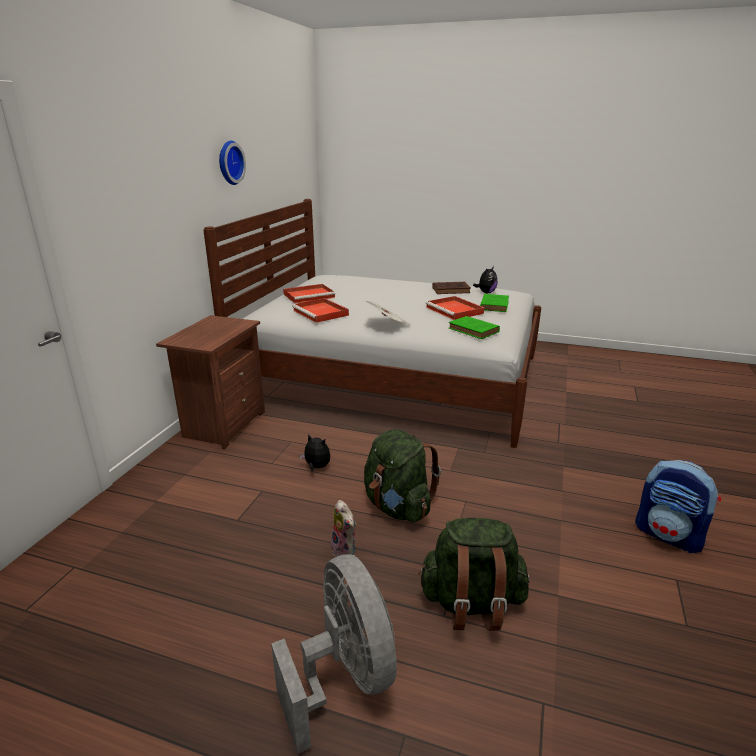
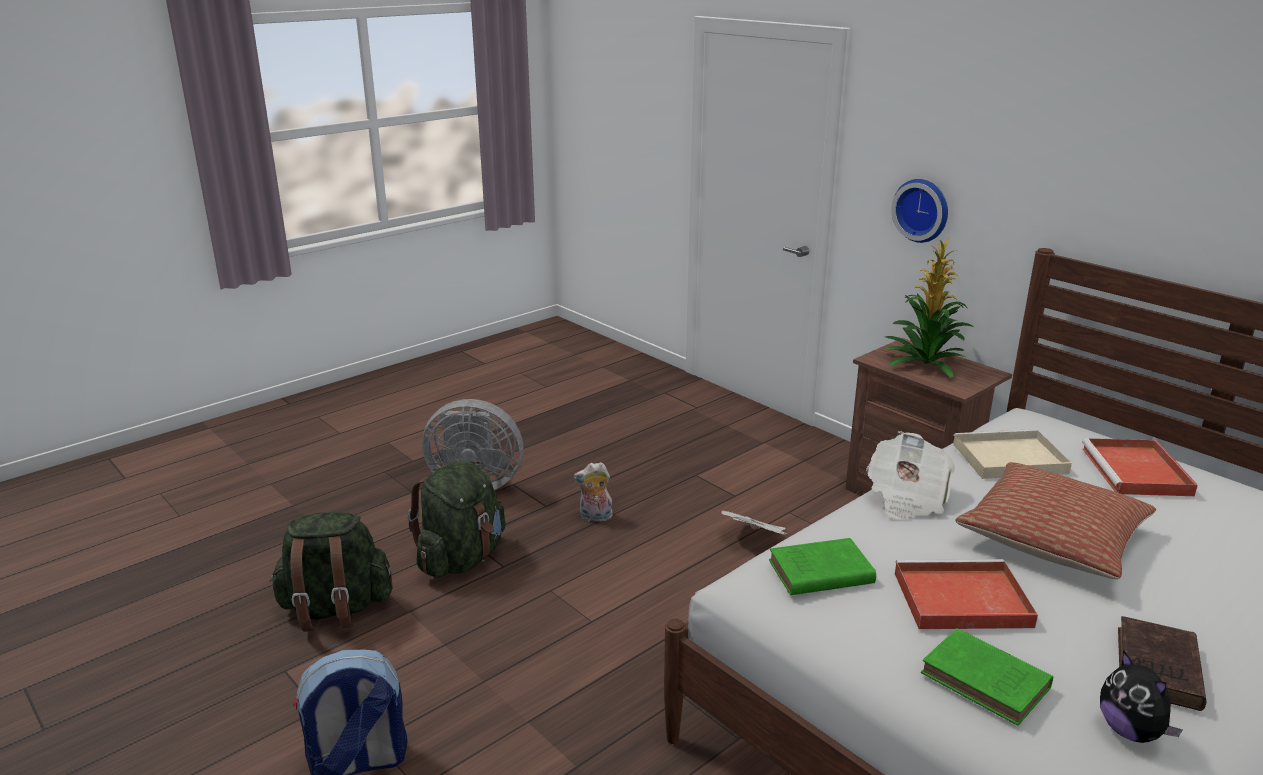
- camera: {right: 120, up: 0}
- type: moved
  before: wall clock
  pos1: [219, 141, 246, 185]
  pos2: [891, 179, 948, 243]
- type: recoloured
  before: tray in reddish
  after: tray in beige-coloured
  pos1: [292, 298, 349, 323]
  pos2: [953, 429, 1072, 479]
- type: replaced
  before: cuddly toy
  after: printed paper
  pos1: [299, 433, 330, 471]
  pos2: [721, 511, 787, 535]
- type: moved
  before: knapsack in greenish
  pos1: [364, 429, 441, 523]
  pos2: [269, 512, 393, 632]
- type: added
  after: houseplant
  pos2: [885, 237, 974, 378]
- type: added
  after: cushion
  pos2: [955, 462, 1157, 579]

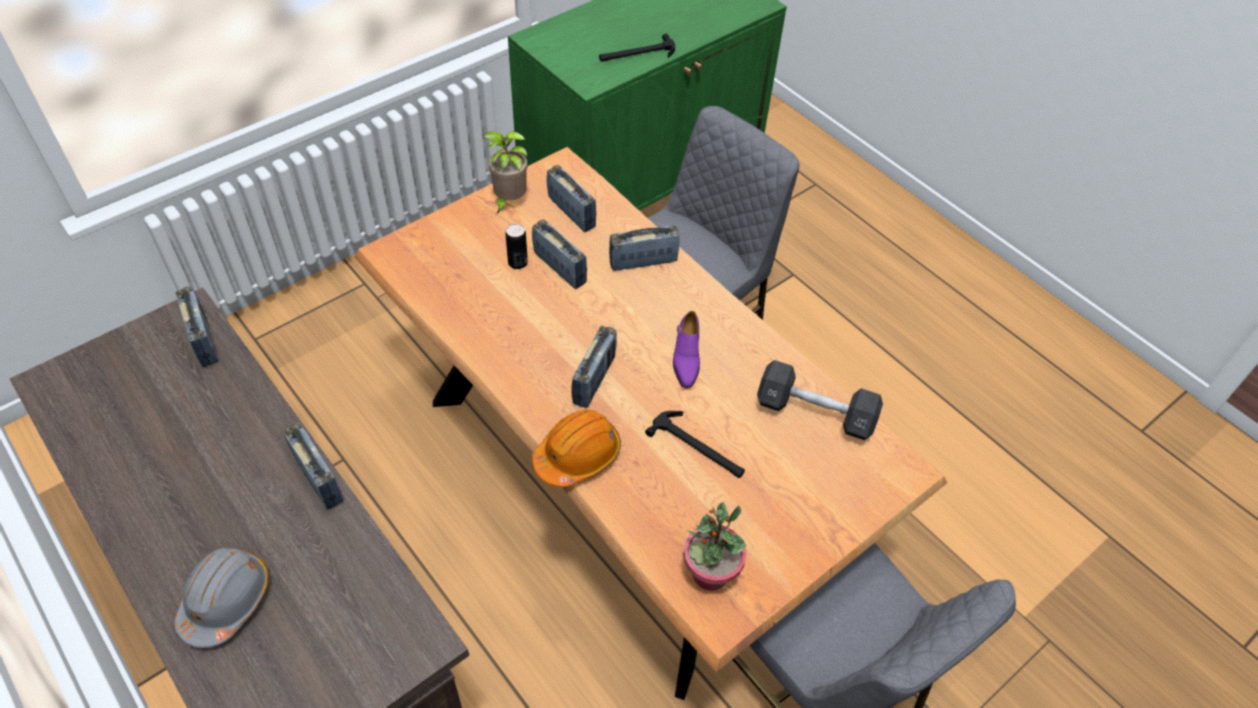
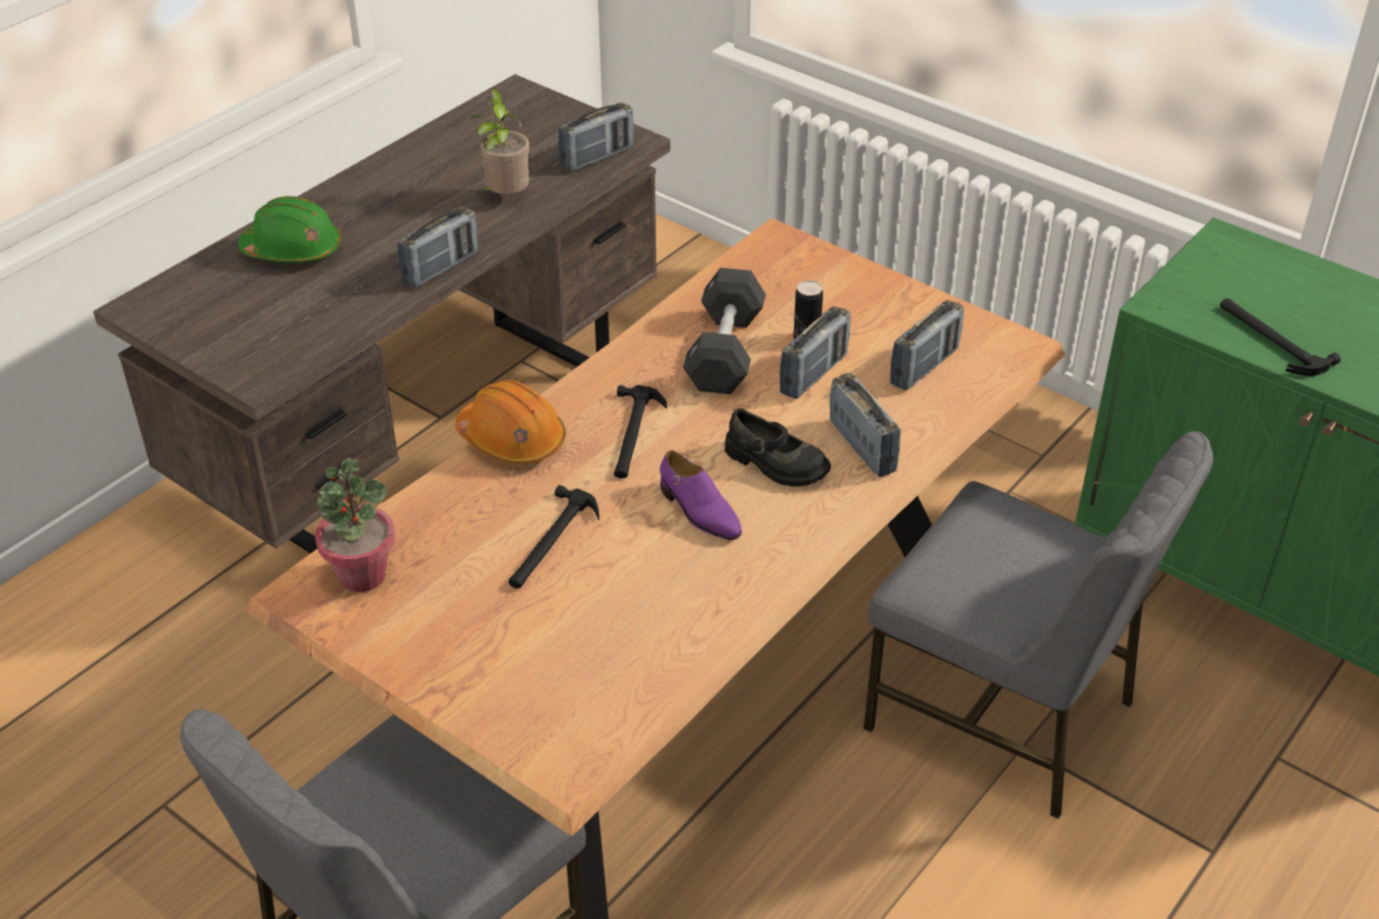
- camera: {right: 80, up: -10}
- type: recoloured
  before: work helmet in gray
  after: work helmet in greenish
  pos1: [175, 548, 269, 648]
  pos2: [238, 196, 341, 263]
- type: moved
  before: houseplant
  pos1: [482, 131, 527, 213]
  pos2: [471, 89, 529, 194]
- type: replaced
  before: radio
  after: hammer
  pos1: [571, 326, 617, 408]
  pos2: [614, 385, 667, 478]
- type: turned
  before: shoe in purple-coloured
  pos1: [673, 311, 700, 388]
  pos2: [660, 450, 742, 540]
  turn: -120
- type: moved
  before: dumbbell in blackish
  pos1: [757, 360, 883, 440]
  pos2: [683, 268, 766, 394]
- type: added
  after: shoe in blackish
  pos2: [725, 408, 831, 487]

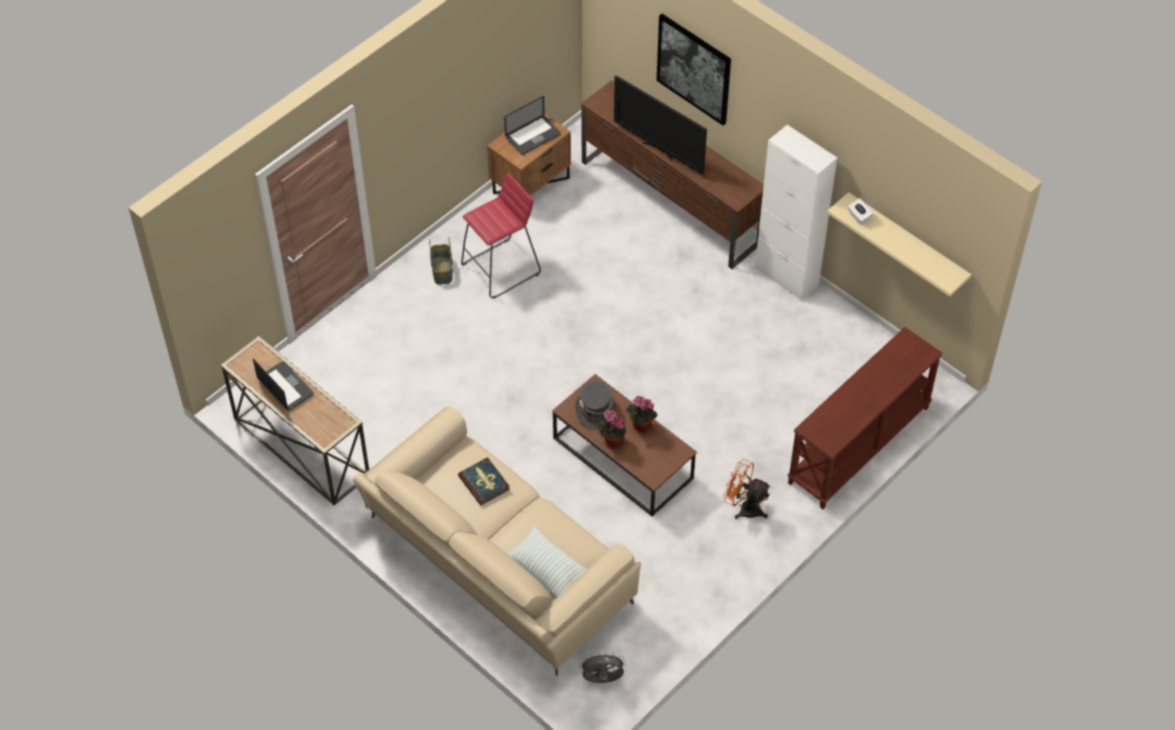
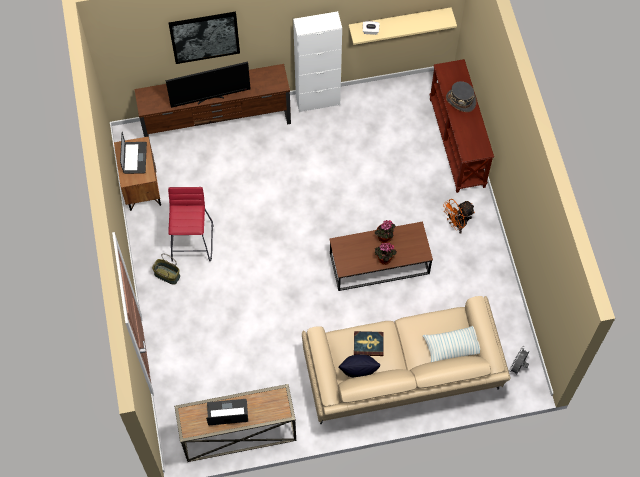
- camera: {right: -55, up: 10}
- type: moved
  before: hat in gray
  pos1: [575, 381, 616, 430]
  pos2: [446, 81, 477, 112]
- type: added
  after: cushion in blackish
  pos2: [339, 354, 380, 377]

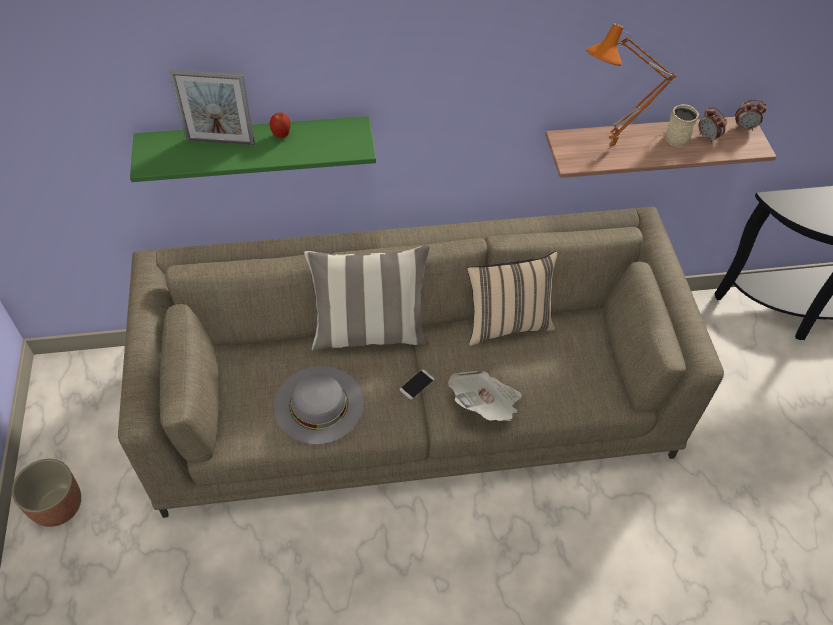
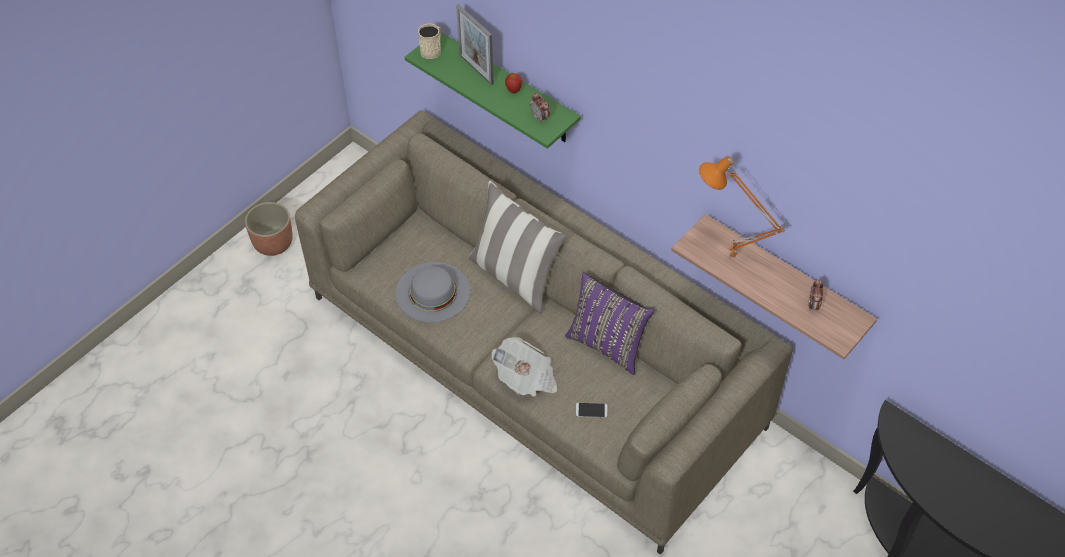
- camera: {right: 50, up: 0}
- type: moved
  before: telephone
  pos1: [400, 369, 435, 400]
  pos2: [576, 403, 608, 418]
- type: recoloured
  before: cushion in beige-coloured
  after: cushion in purple-coloured
  pos1: [467, 252, 557, 346]
  pos2: [565, 272, 655, 375]
- type: moved
  before: mug in beige-coloured
  pos1: [665, 104, 699, 147]
  pos2: [418, 23, 441, 59]
- type: moved
  before: alarm clock
  pos1: [735, 100, 767, 131]
  pos2: [530, 93, 550, 123]

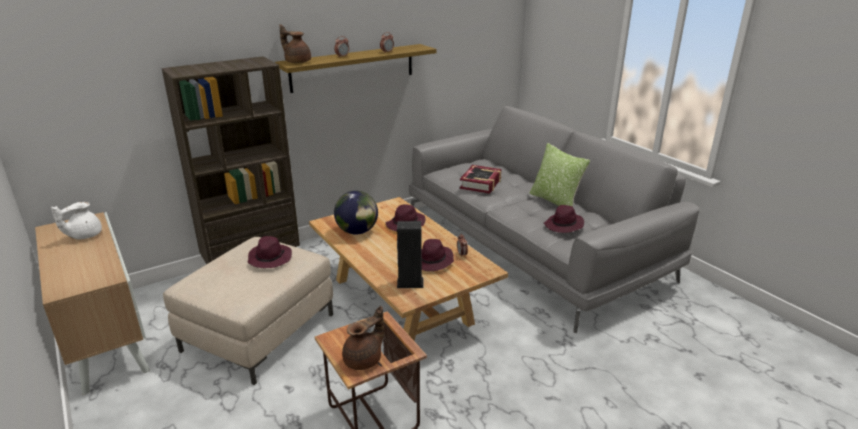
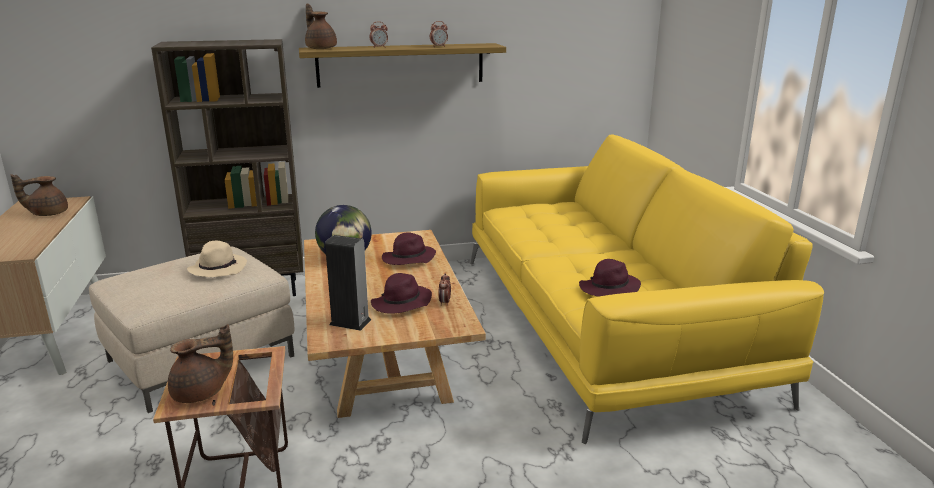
- camera: {right: 20, up: -5}
- type: recoloured
  before: teapot in white
  after: teapot in brown-coloured
  pos1: [51, 202, 102, 239]
  pos2: [11, 174, 68, 216]
- type: recoloured
  before: hat in purple-coloured
  after: hat in beige-coloured
  pos1: [247, 236, 292, 268]
  pos2: [187, 241, 247, 277]
- type: recoloured
  before: couch in gray
  after: couch in yellow
  pos1: [409, 106, 700, 333]
  pos2: [470, 134, 824, 444]
- type: removed
  before: bound book
  pos1: [459, 165, 502, 194]
- type: removed
  before: cushion
  pos1: [529, 143, 590, 207]

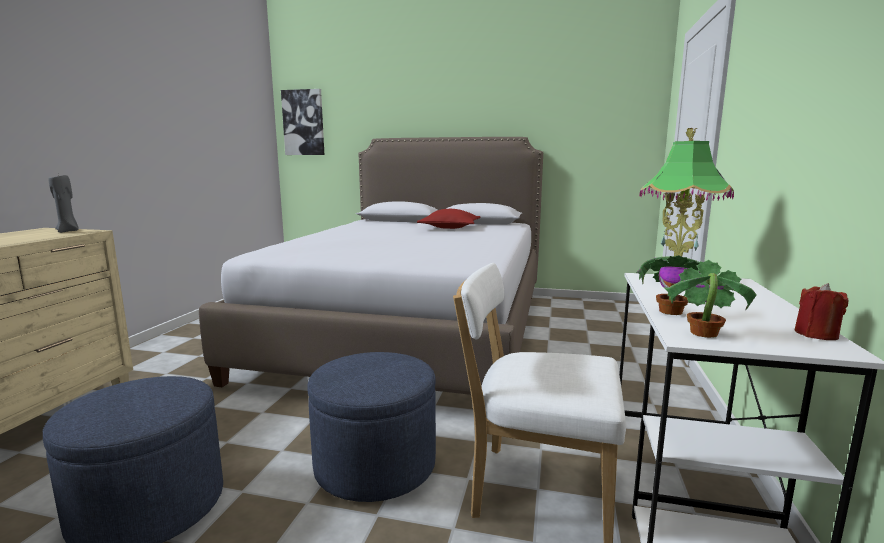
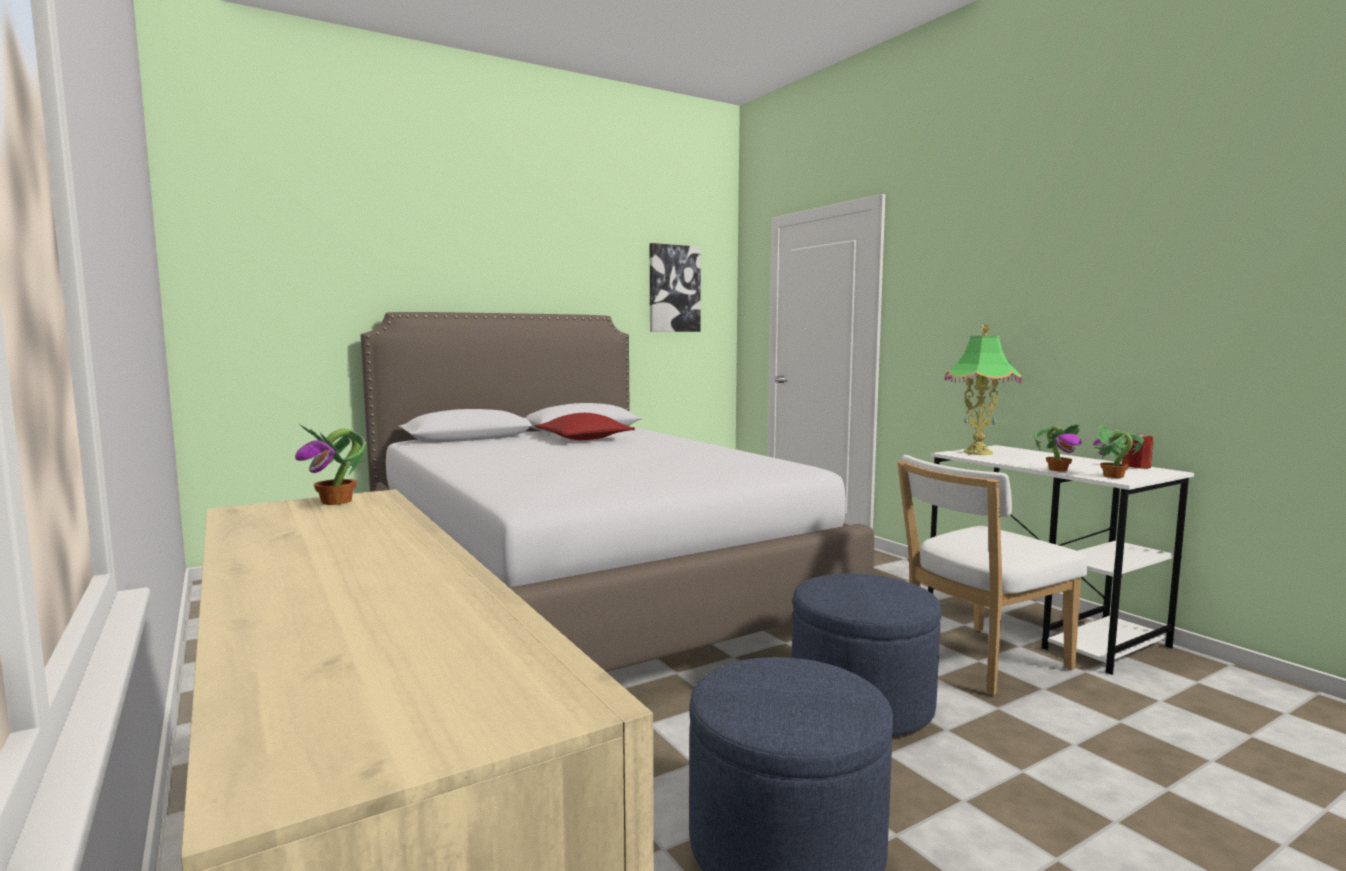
- camera: {right: -45, up: -5}
- type: replaced
  before: wax candle in gray
  after: houseplant
  pos1: [49, 175, 79, 233]
  pos2: [295, 425, 366, 505]
- type: moved
  before: picture
  pos1: [281, 89, 324, 155]
  pos2: [650, 243, 701, 332]

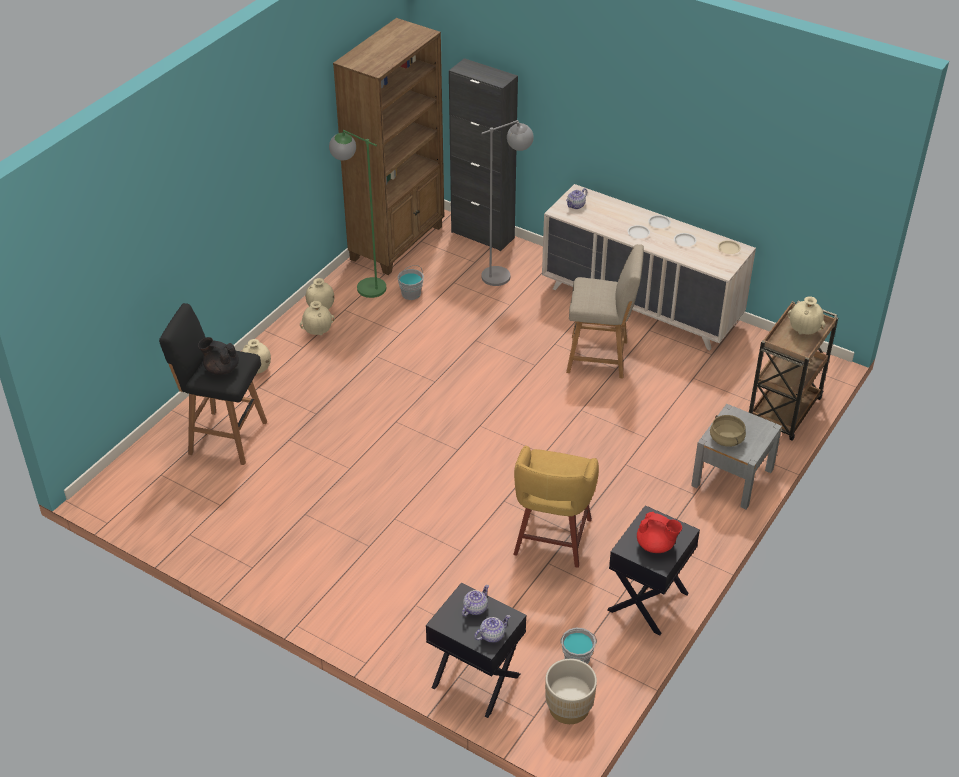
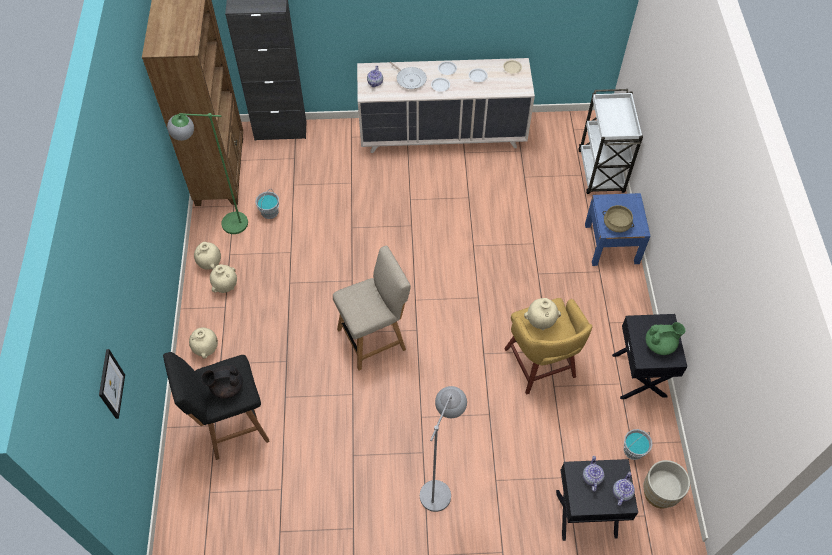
- camera: {right: -35, up: 15}
- type: moved
  before: standing lamp in gray
  pos1: [481, 120, 534, 286]
  pos2: [420, 386, 467, 512]
- type: moved
  before: plain chair in beige-coloured
  pos1: [566, 244, 644, 379]
  pos2: [333, 245, 411, 370]
- type: recoloured
  before: teapot in reddish
  after: teapot in greenish
  pos1: [637, 512, 682, 553]
  pos2: [646, 322, 685, 355]
- type: recoloured
  before: nightstand in gray
  after: nightstand in bluish
  pos1: [691, 404, 782, 509]
  pos2: [585, 193, 650, 266]
- type: recoloured
  before: cart in brown-coloured
  after: cart in white
  pos1: [749, 301, 838, 441]
  pos2: [578, 89, 643, 194]
- type: moved
  before: decorative vase in beige-coloured
  pos1: [788, 296, 825, 335]
  pos2: [524, 298, 561, 330]
- type: added
  after: picture
  pos2: [99, 349, 125, 419]
- type: added
  after: frying pan
  pos2: [389, 62, 427, 89]

